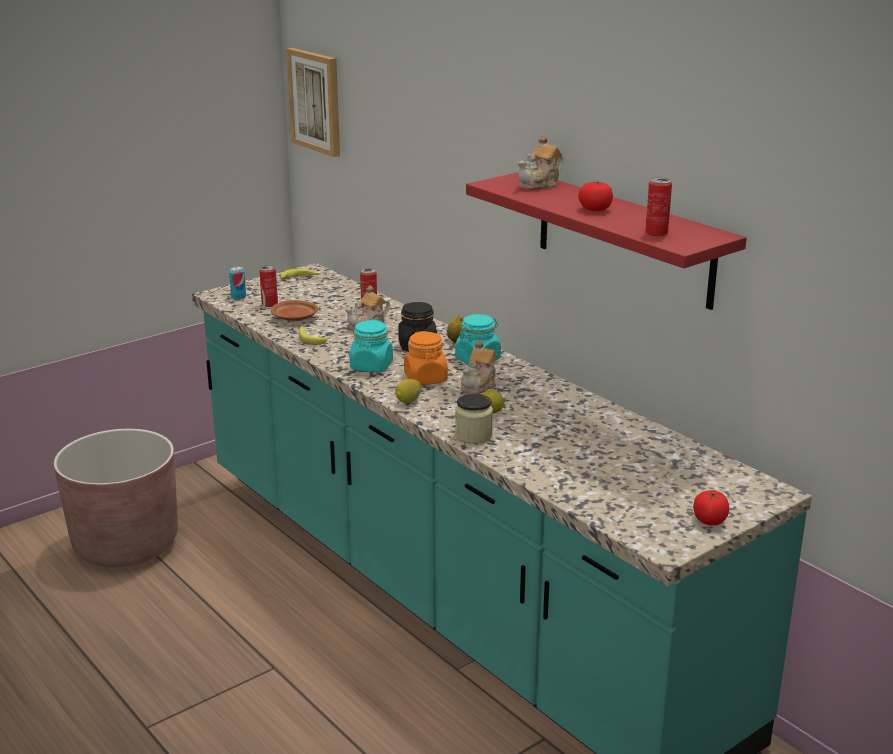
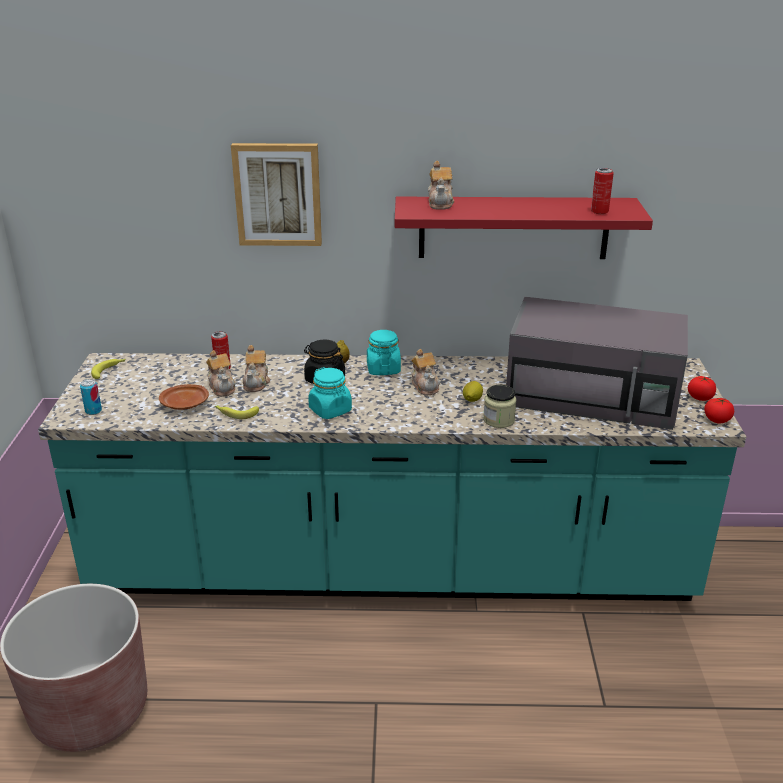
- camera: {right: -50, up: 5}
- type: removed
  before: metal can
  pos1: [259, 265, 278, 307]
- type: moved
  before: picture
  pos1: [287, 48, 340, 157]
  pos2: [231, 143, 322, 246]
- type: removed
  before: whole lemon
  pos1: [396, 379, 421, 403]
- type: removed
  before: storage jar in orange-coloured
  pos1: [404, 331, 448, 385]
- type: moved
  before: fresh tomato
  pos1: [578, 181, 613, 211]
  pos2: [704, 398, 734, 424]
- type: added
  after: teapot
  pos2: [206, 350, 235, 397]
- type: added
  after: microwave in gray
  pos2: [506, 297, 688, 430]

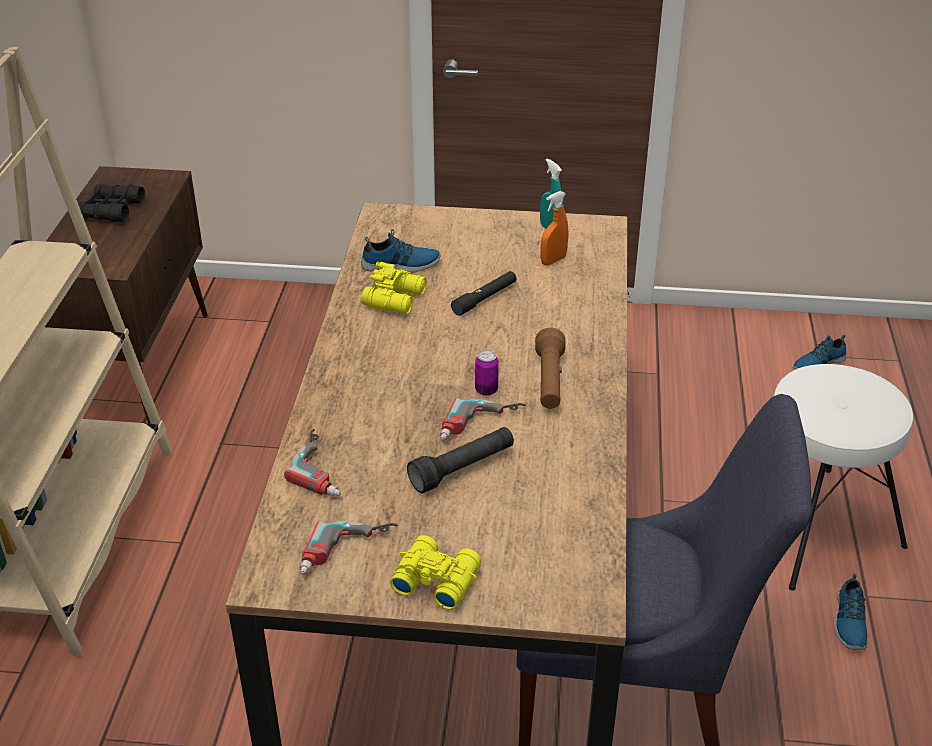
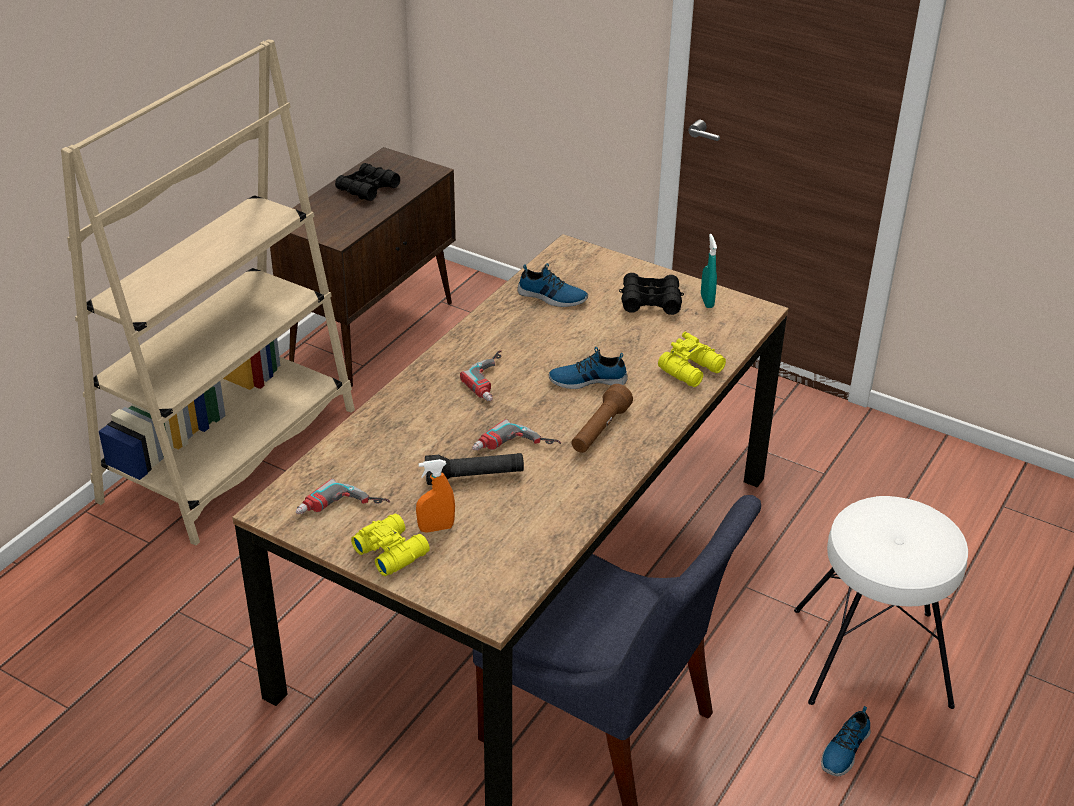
- camera: {right: 25, up: 0}
- type: moved
  before: electric drill
  pos1: [284, 429, 341, 497]
  pos2: [460, 350, 502, 401]
- type: moved
  before: binoculars in yellow
  pos1: [361, 261, 427, 314]
  pos2: [658, 332, 726, 387]
- type: removed
  before: hand torch in blackish
  pos1: [451, 271, 517, 316]
- type: removed
  before: metal can
  pos1: [475, 350, 499, 396]
- type: moved
  before: sprayer in orange-coloured
  pos1: [541, 191, 568, 266]
  pos2: [416, 459, 455, 533]
- type: moved
  before: shoe
  pos1: [793, 335, 846, 370]
  pos2: [549, 347, 628, 389]
- type: added
  after: binoculars in blackish
  pos2: [619, 273, 684, 315]

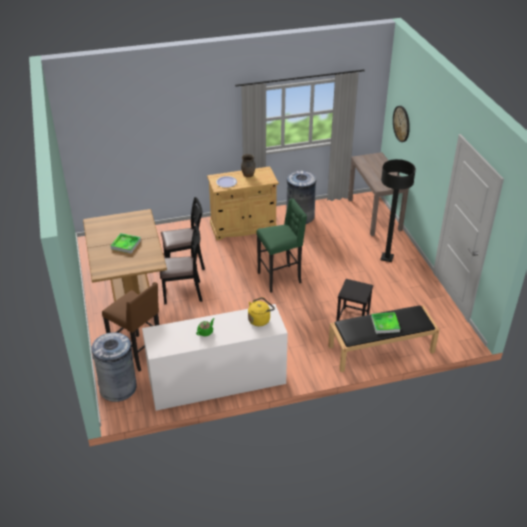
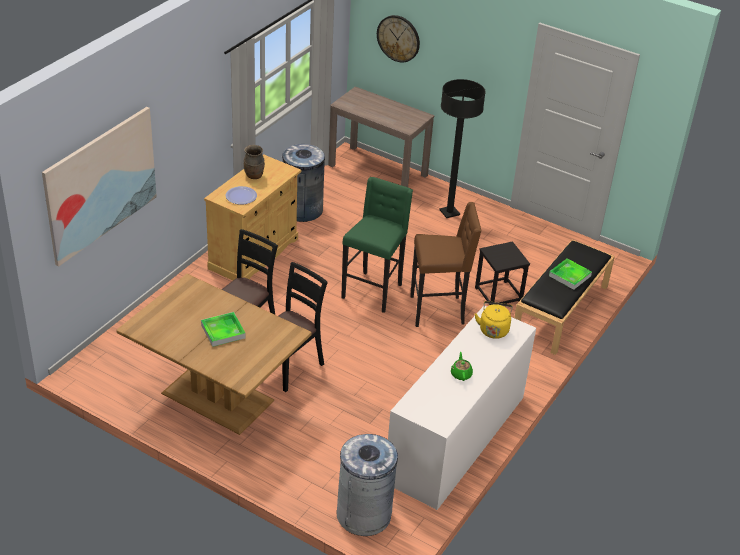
- camera: {right: -45, up: 0}
- type: moved
  before: stool seat in brown-coloured
  pos1: [102, 282, 159, 372]
  pos2: [410, 202, 482, 327]
- type: added
  after: picture
  pos2: [42, 107, 157, 266]

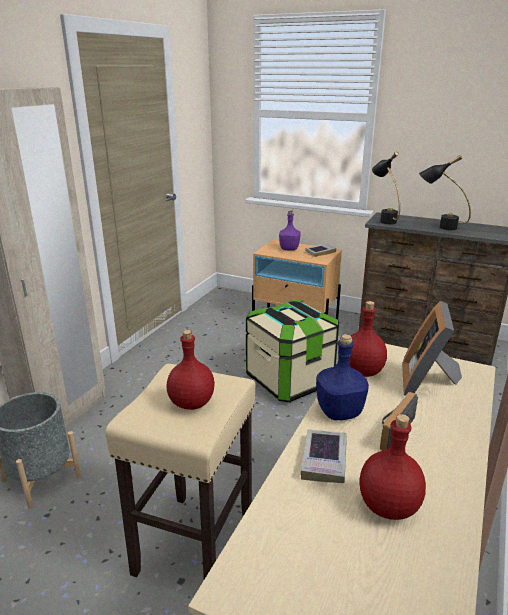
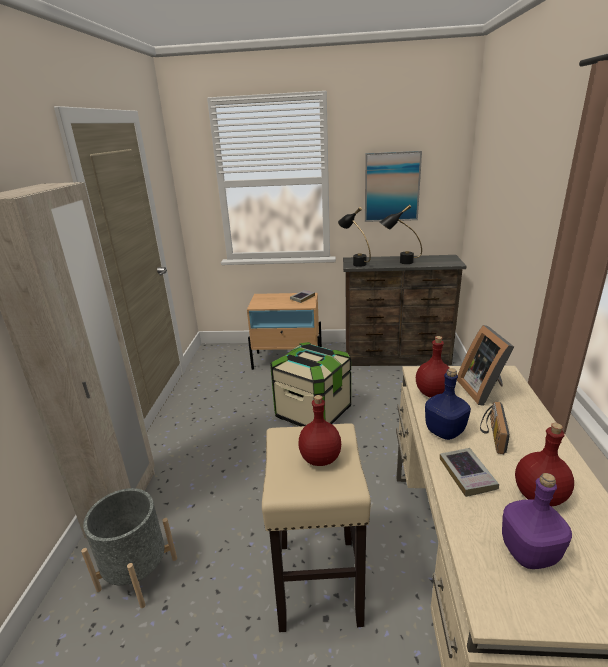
- camera: {right: -20, up: 0}
- type: moved
  before: drink bottle in purple-coloured
  pos1: [279, 210, 301, 251]
  pos2: [502, 473, 572, 569]
- type: added
  after: picture
  pos2: [365, 151, 422, 222]

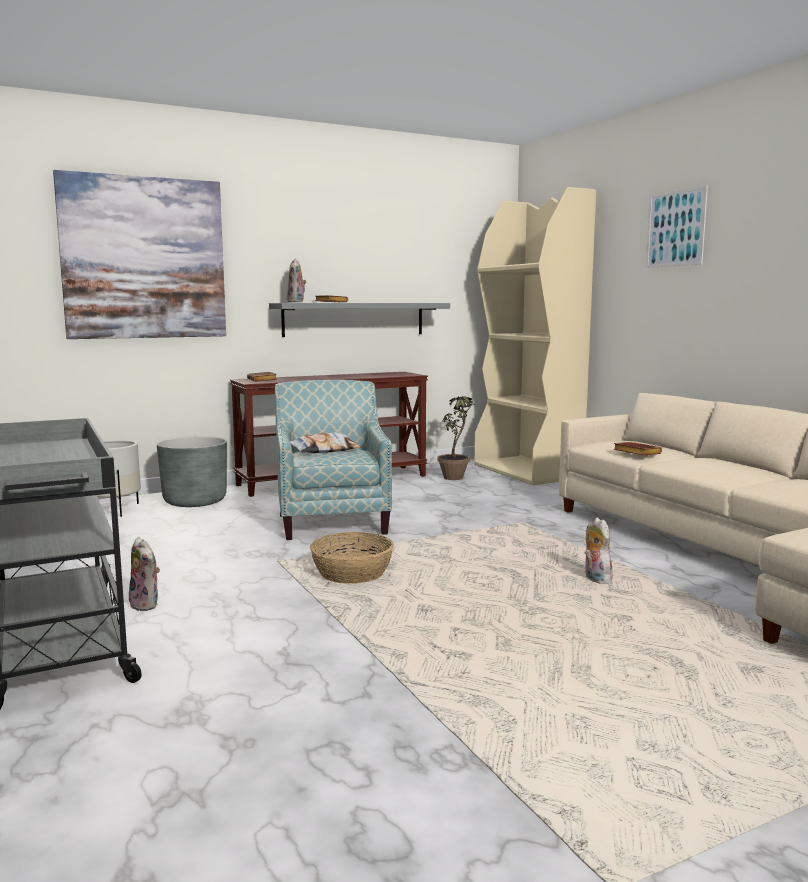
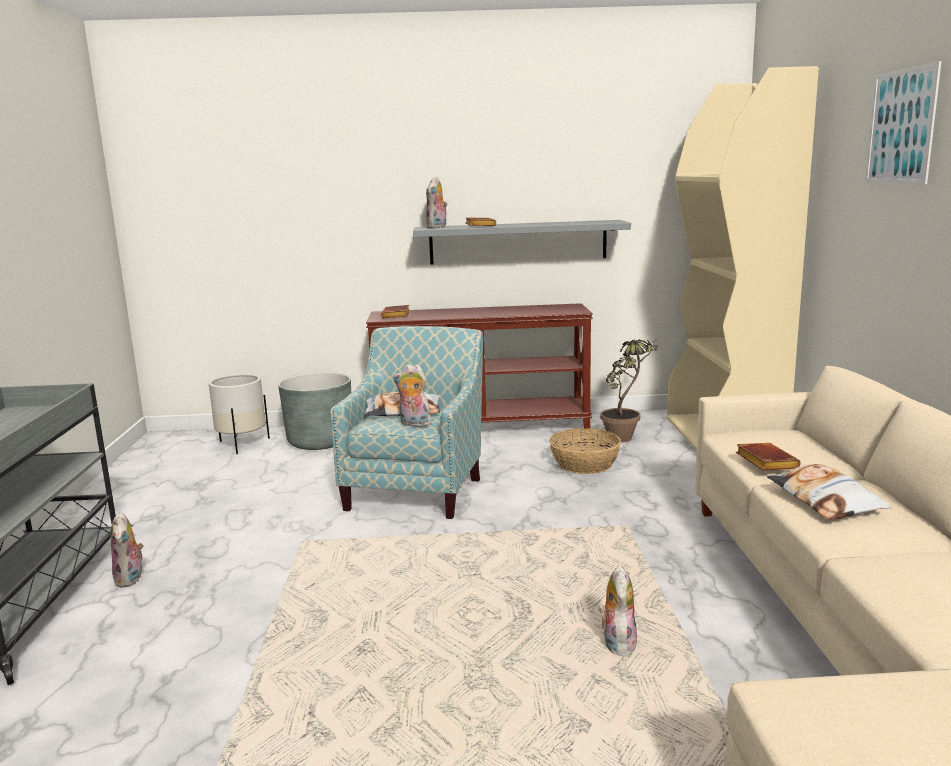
- camera: {right: 25, up: 5}
- type: removed
  before: picture
  pos1: [53, 170, 226, 339]
- type: moved
  before: storage basket
  pos1: [310, 532, 394, 584]
  pos2: [549, 428, 621, 474]
- type: added
  after: cuddly toy
  pos2: [393, 365, 433, 427]
- type: added
  after: cushion
  pos2: [767, 464, 892, 520]

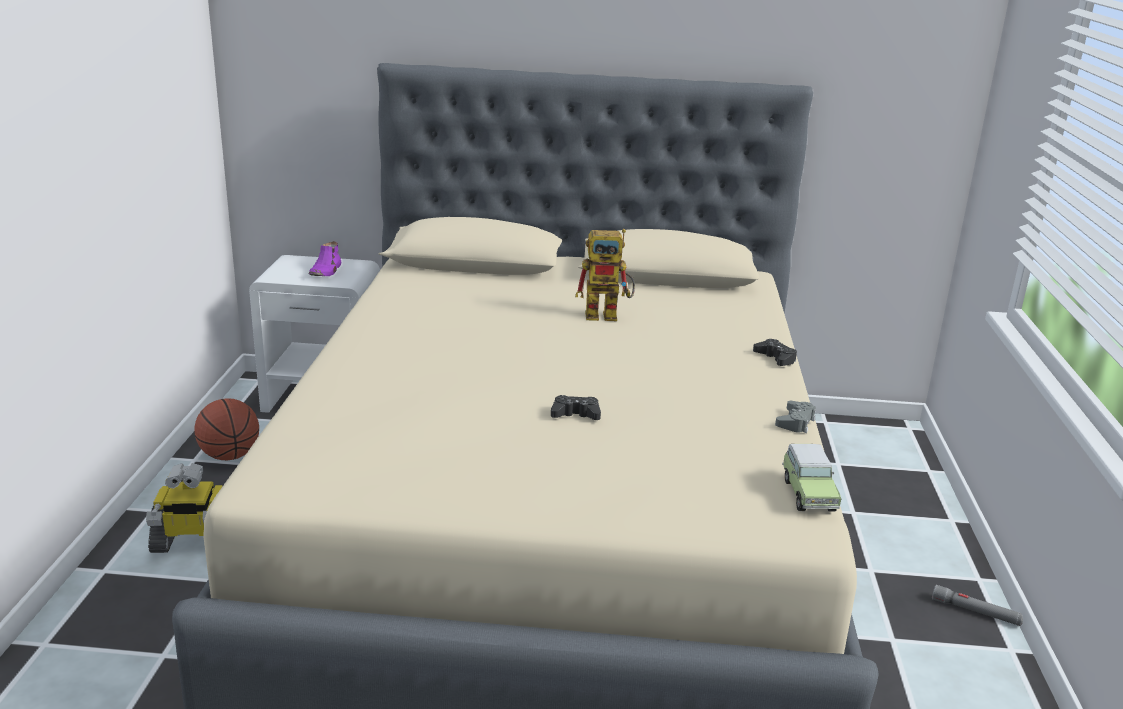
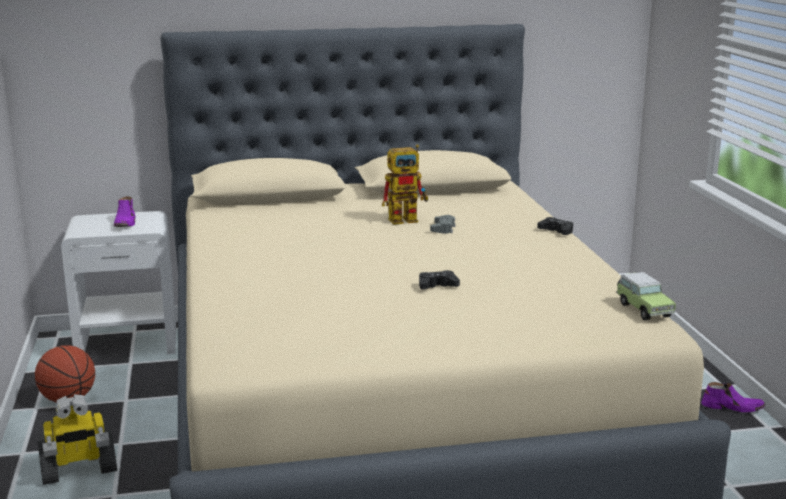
- camera: {right: -15, up: -5}
- type: moved
  before: game controller in gray
  pos1: [775, 401, 816, 433]
  pos2: [430, 215, 455, 234]
- type: replaced
  before: hand torch in gray
  after: shoe in purple-coloured
  pos1: [932, 585, 1023, 626]
  pos2: [701, 382, 765, 412]

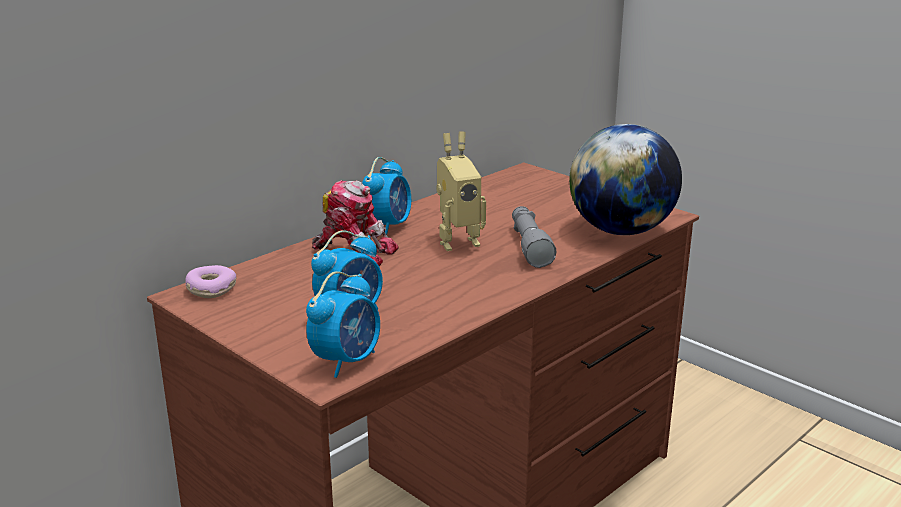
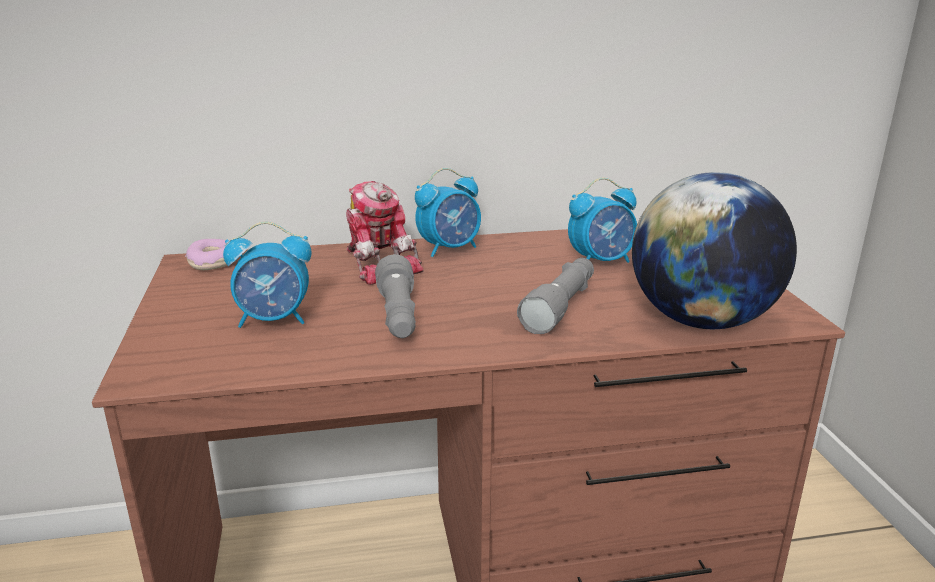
- camera: {right: 35, up: 0}
- type: moved
  before: alarm clock
  pos1: [306, 271, 380, 378]
  pos2: [568, 177, 637, 263]
- type: removed
  before: model robot
  pos1: [436, 132, 486, 251]
- type: added
  after: hand torch in gray
  pos2: [375, 254, 416, 338]

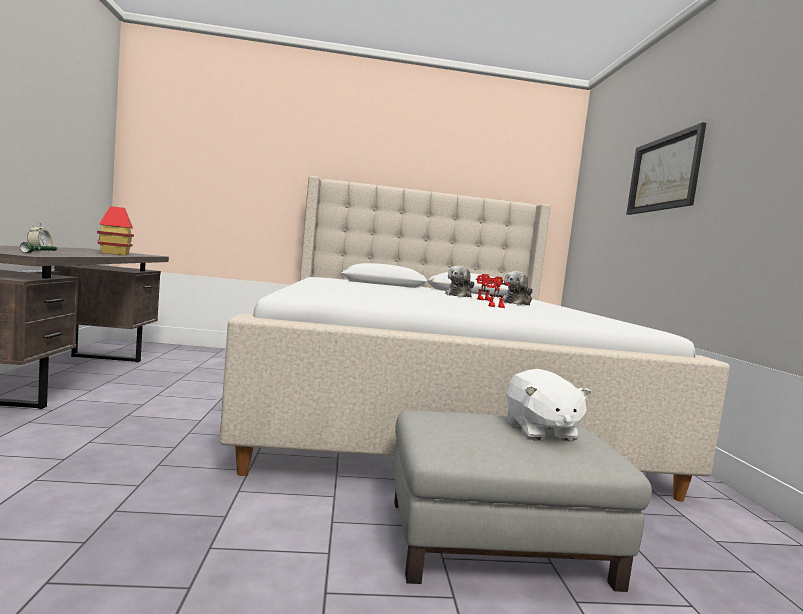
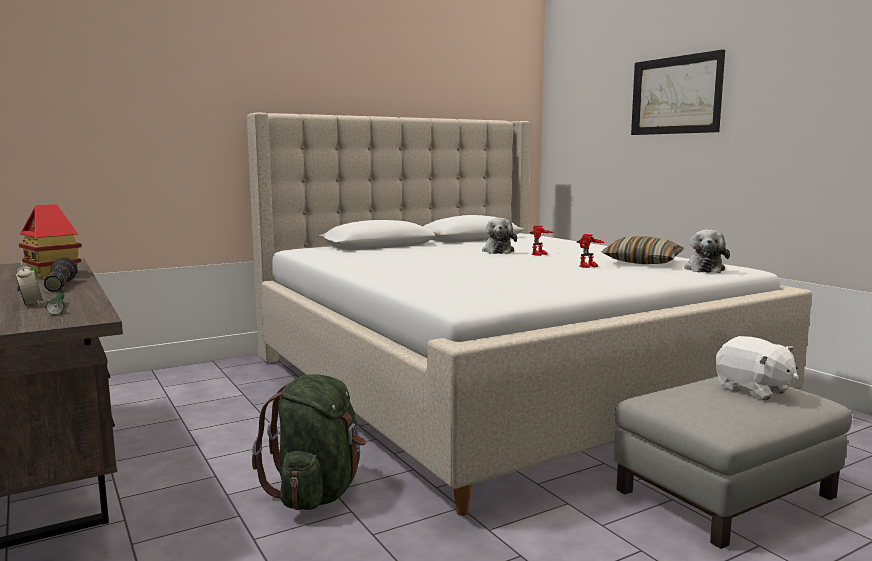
- camera: {right: -25, up: 5}
- type: moved
  before: cuddly toy
  pos1: [503, 271, 533, 305]
  pos2: [684, 229, 730, 273]
- type: added
  after: hand torch
  pos2: [44, 257, 78, 292]
- type: added
  after: knapsack in greenish
  pos2: [252, 374, 366, 510]
- type: added
  after: cushion
  pos2: [601, 237, 684, 264]

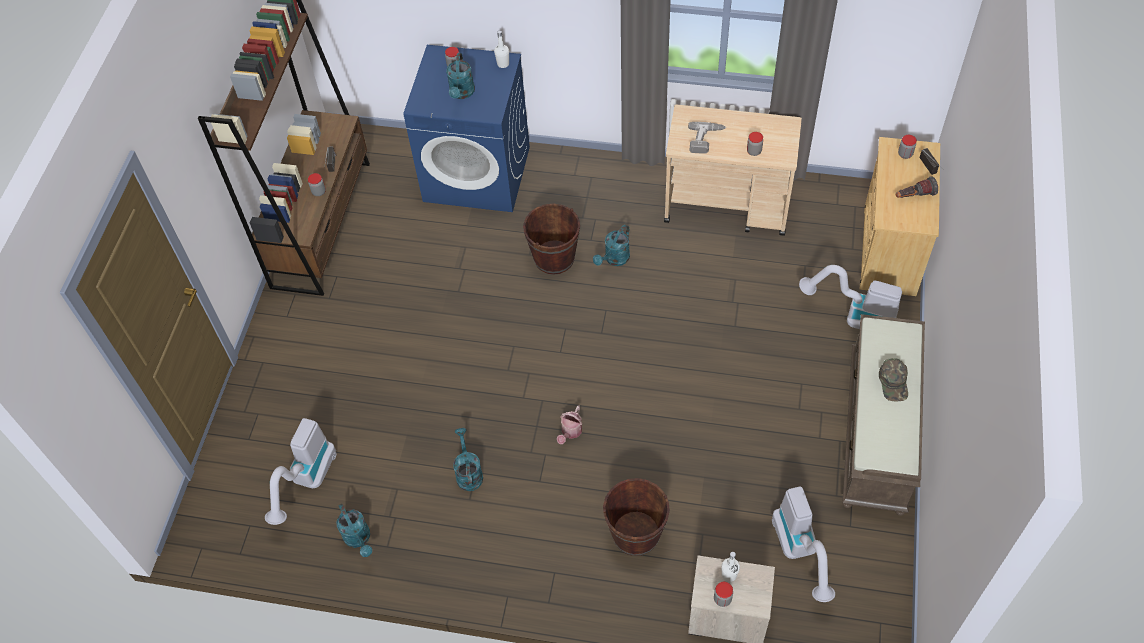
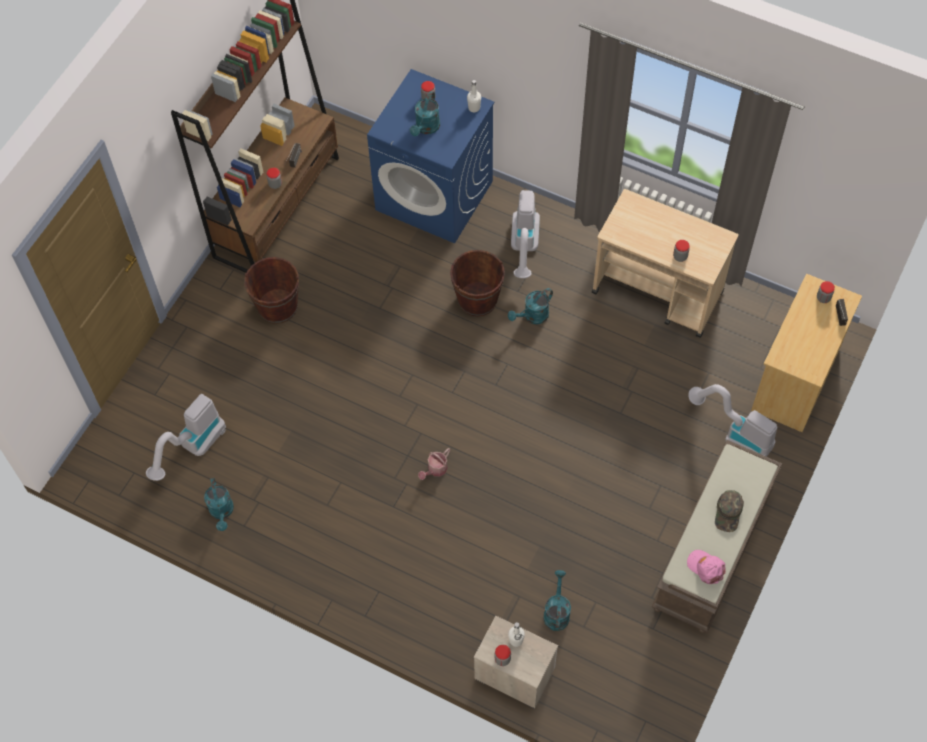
- camera: {right: 15, up: 5}
- type: moved
  before: watering can in turquoise-coloured
  pos1: [453, 428, 483, 491]
  pos2: [544, 570, 571, 631]
- type: moved
  before: water bucket in brown-coloured
  pos1: [603, 478, 670, 556]
  pos2: [244, 257, 299, 324]
- type: removed
  before: electric drill
  pos1: [688, 122, 726, 154]
- type: moved
  before: vacuum
  pos1: [772, 487, 835, 602]
  pos2: [511, 190, 540, 278]
- type: removed
  before: hand torch
  pos1: [896, 177, 938, 198]
- type: added
  after: cap in pink-coloured
  pos2: [687, 550, 726, 584]

